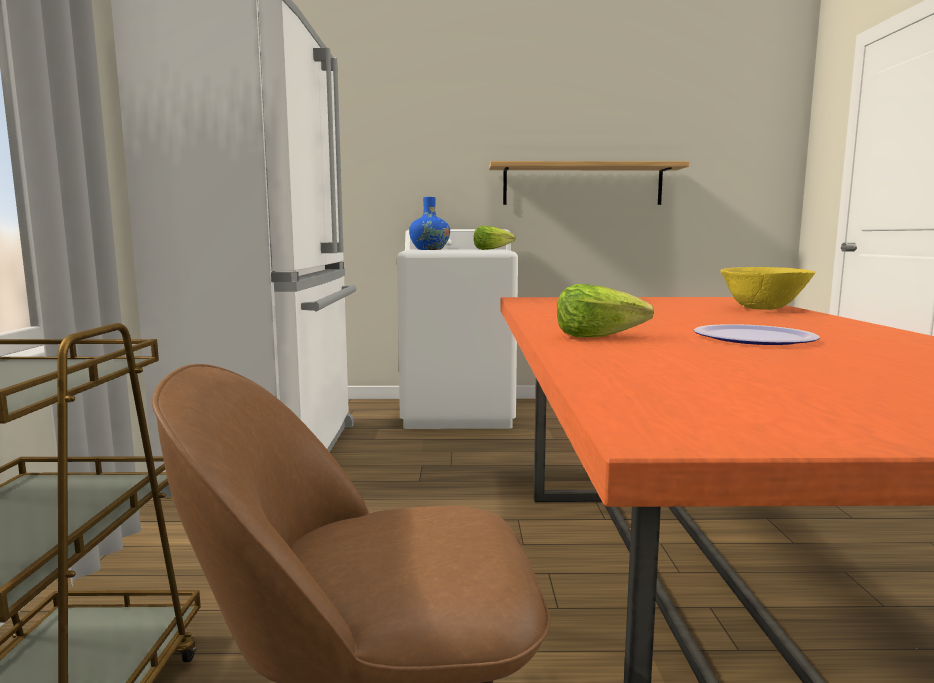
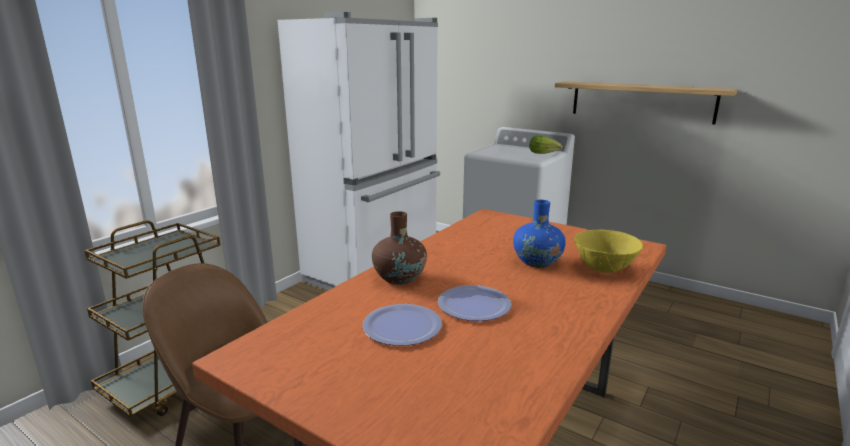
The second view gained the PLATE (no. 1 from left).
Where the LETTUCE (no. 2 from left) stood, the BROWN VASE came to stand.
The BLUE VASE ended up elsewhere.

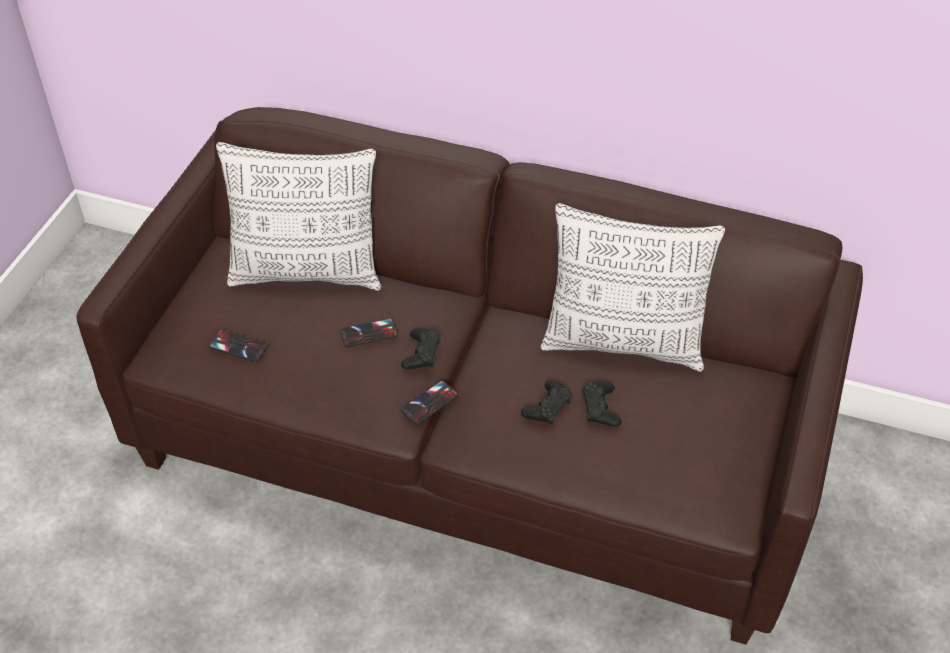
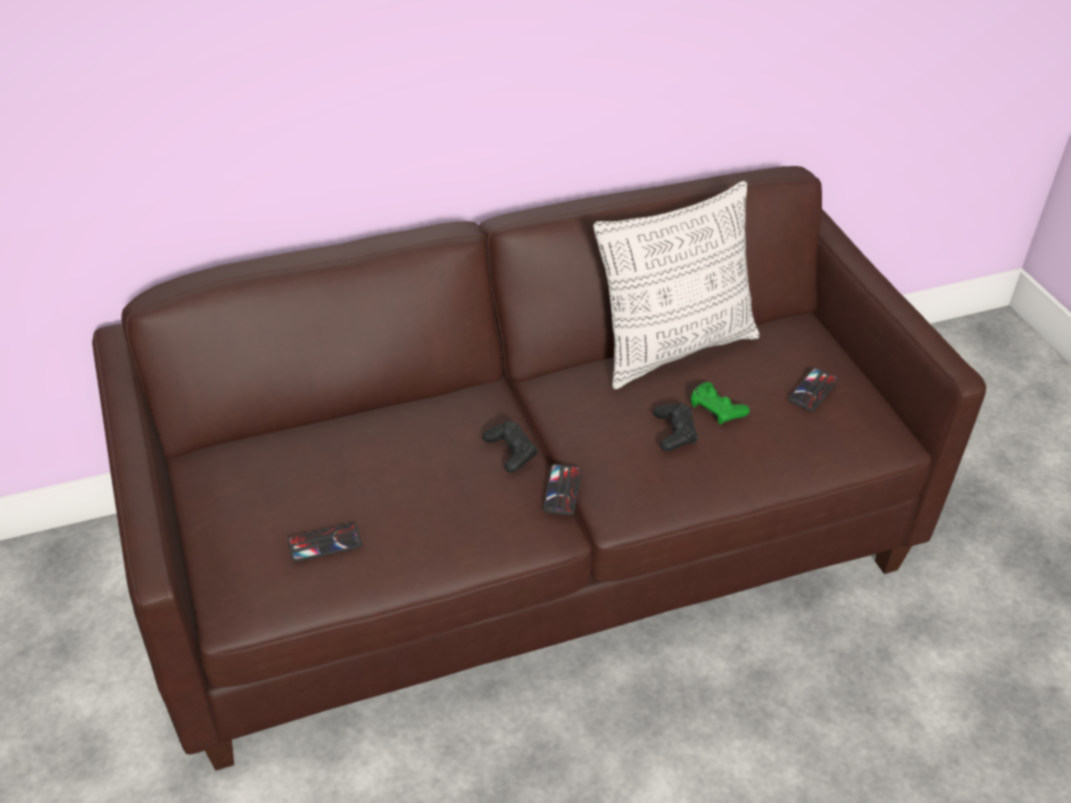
What was the BLACK GAME CONTROLLER (no. 3 from left) turned into the GREEN GAME CONTROLLER.
The PHONE (no. 2 from left in the first image) ended up elsewhere.
The second view lost the PILLOW (no. 1 from left).

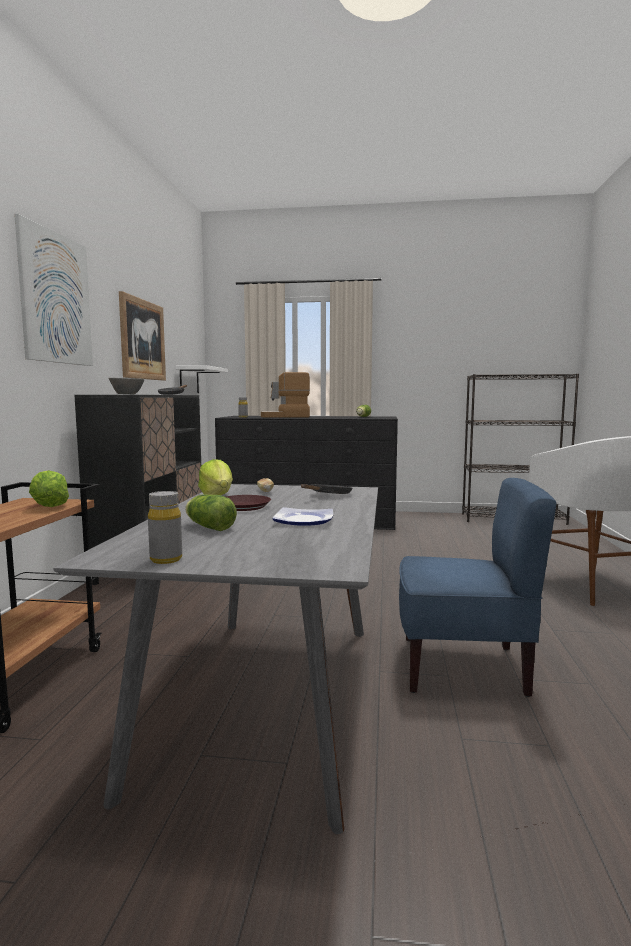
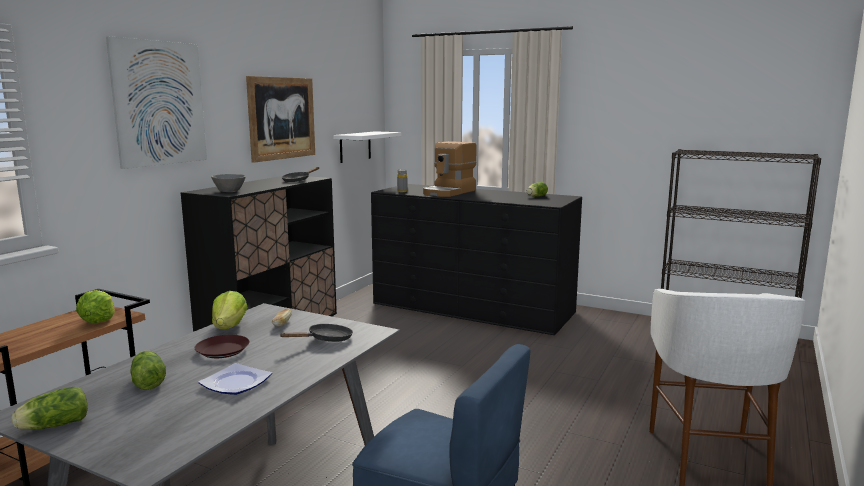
Where the GREY BOTTLE (no. 1 from left) stood, the LETTUCE (no. 1 from left) came to stand.
The COFFEE MACHINE ended up facing another way, 75 degrees counterclockwise from before.

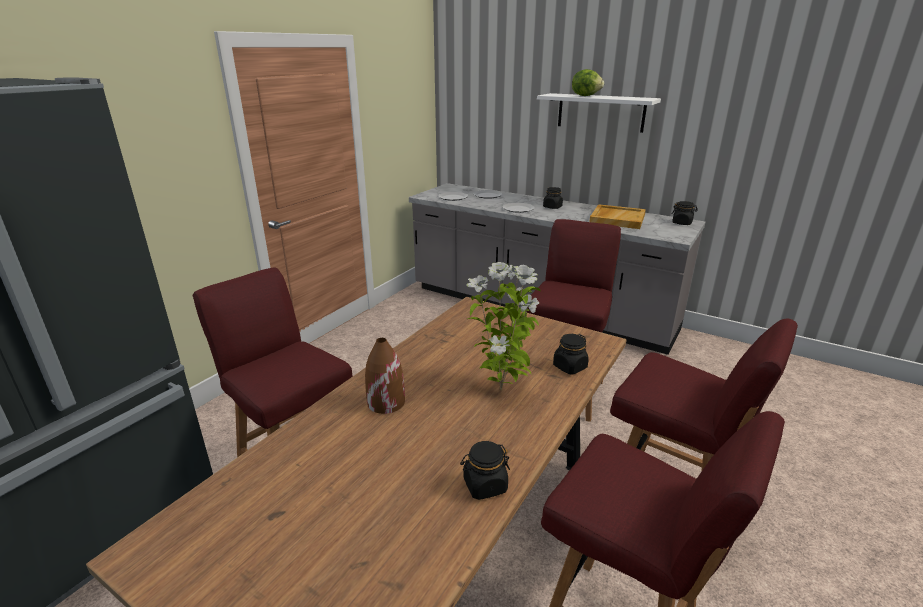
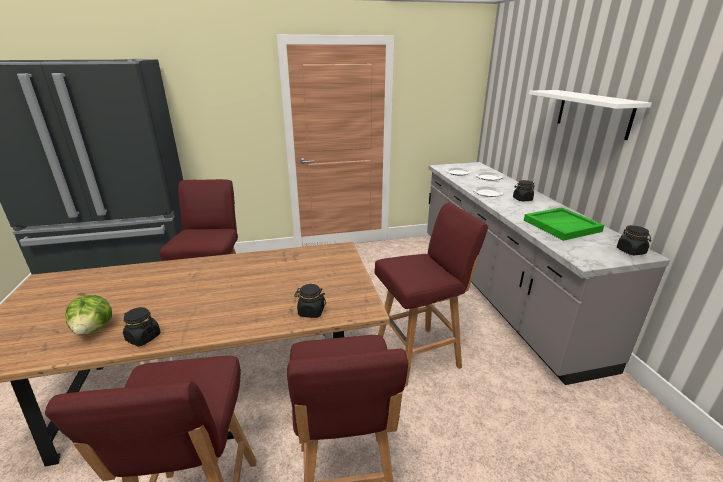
The LETTUCE ended up elsewhere.
What was the BEIGE TRAY turned into the GREEN TRAY.
The second view lost the BROWN VASE.
The second view lost the POTTED PLANT.

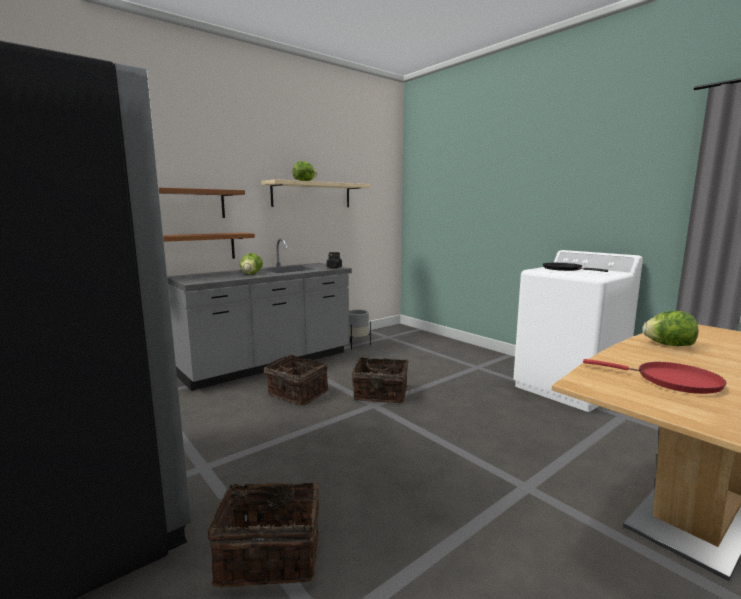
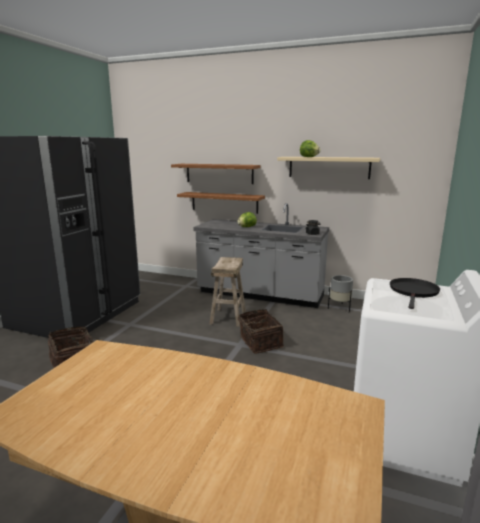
Where the BASKET (no. 2 from left) stood, the BEIGE STOOL came to stand.
The second view lost the RED FRYING PAN.
The second view lost the LETTUCE (no. 3 from left).

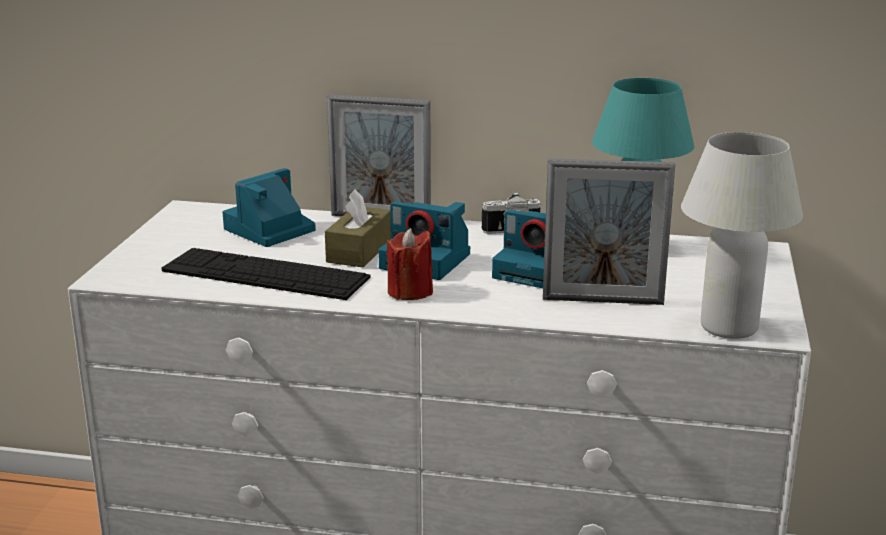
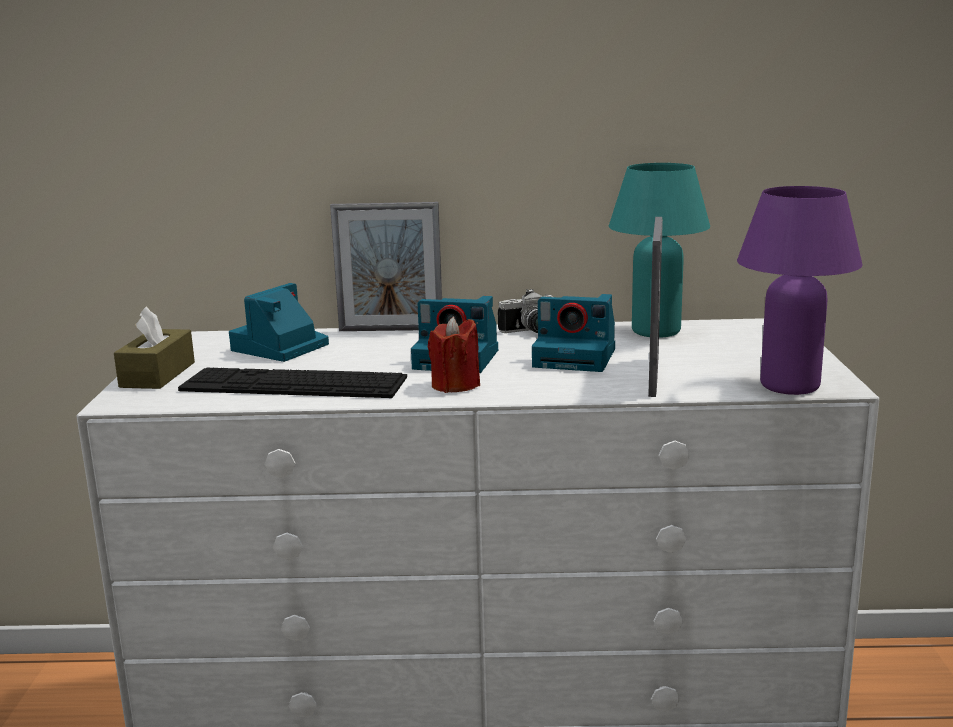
The BROWN TISSUE BOX ended up elsewhere.
The PICTURE FRAME (no. 2 from left) ended up facing another way, 75 degrees counterclockwise from before.
What was the WHITE TABLE LAMP turned into the PURPLE TABLE LAMP.

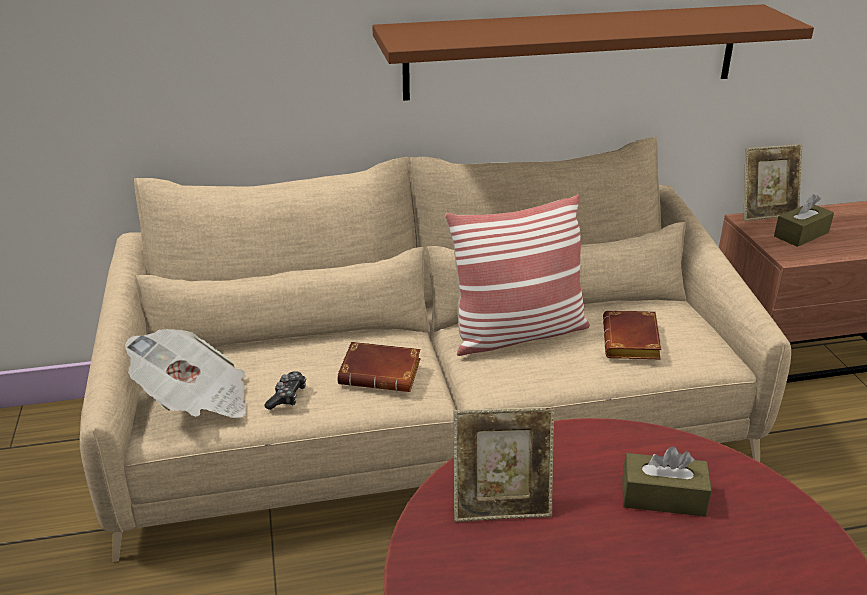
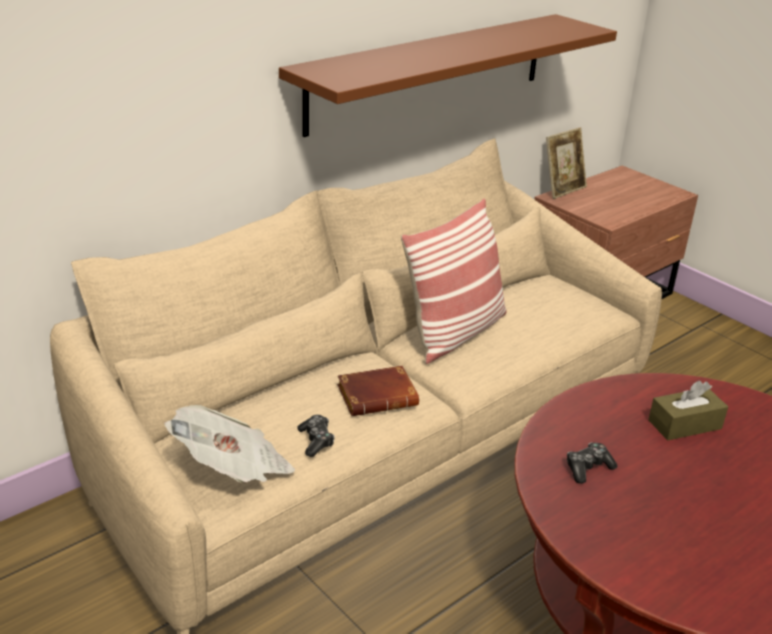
Where the PICTURE FRAME (no. 1 from left) stood, the GAME CONTROLLER (no. 2 from left) came to stand.
The second view lost the BROWN BOOK (no. 2 from left).
The second view lost the BROWN TISSUE BOX (no. 2 from left).

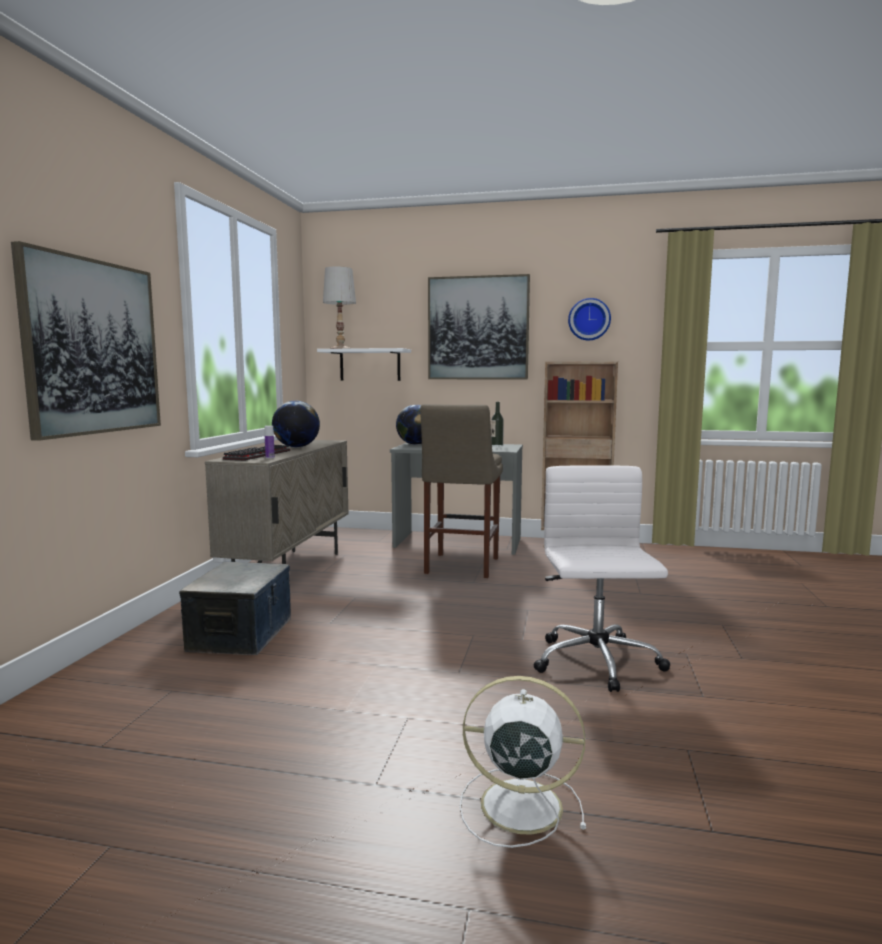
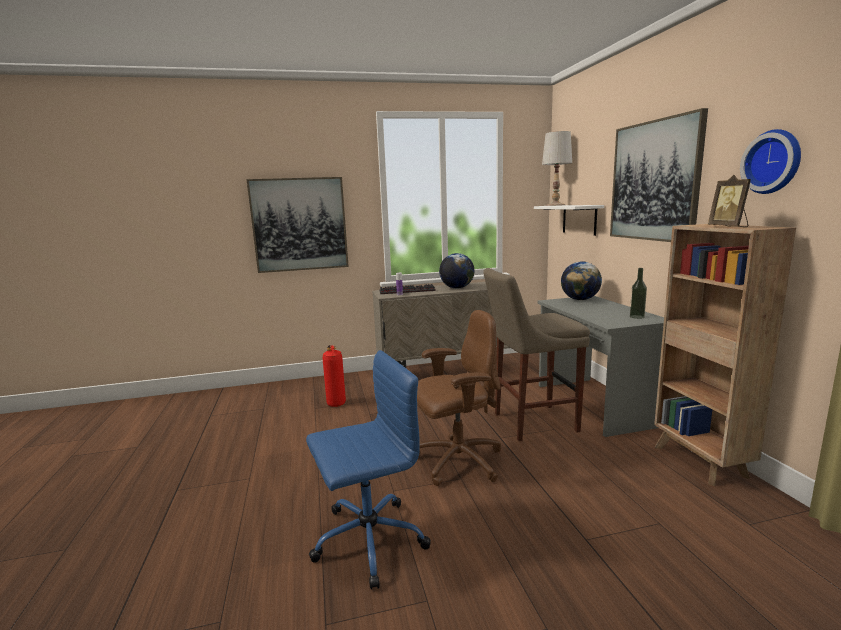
What was the WHITE OFFICE CHAIR turned into the BLUE OFFICE CHAIR.
Where the STORAGE BOX stood, the FIRE EXTINGUISHER came to stand.
The second view gained the BROWN OFFICE CHAIR.
The second view gained the PICTURE FRAME.
The second view lost the WHITE FAN.

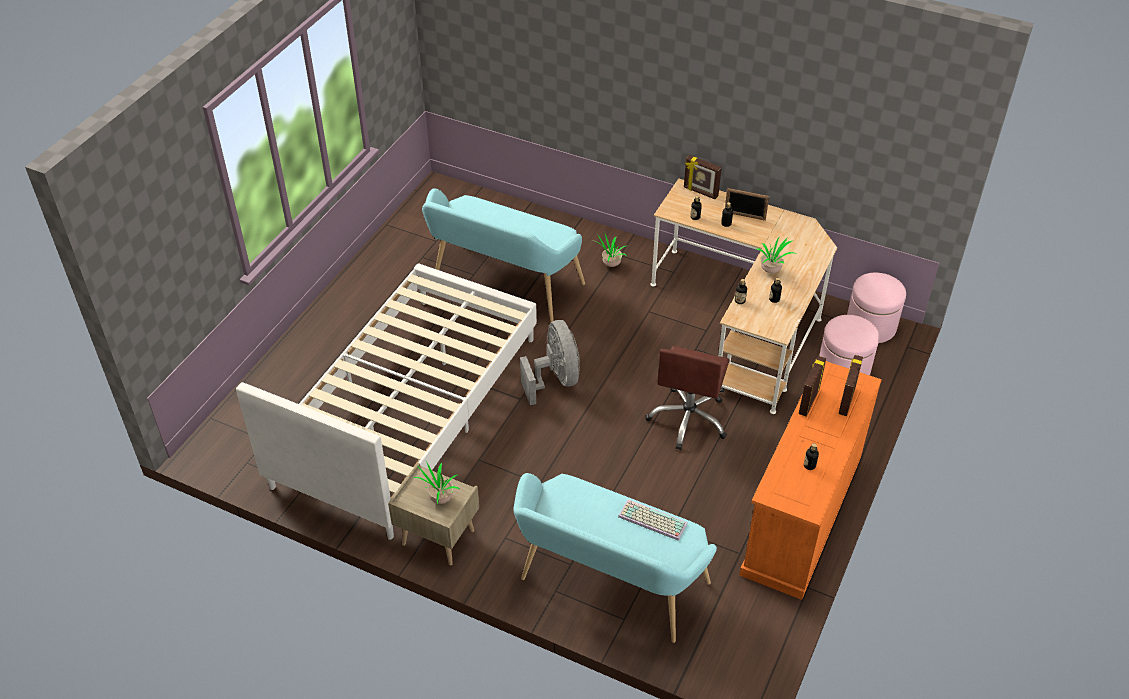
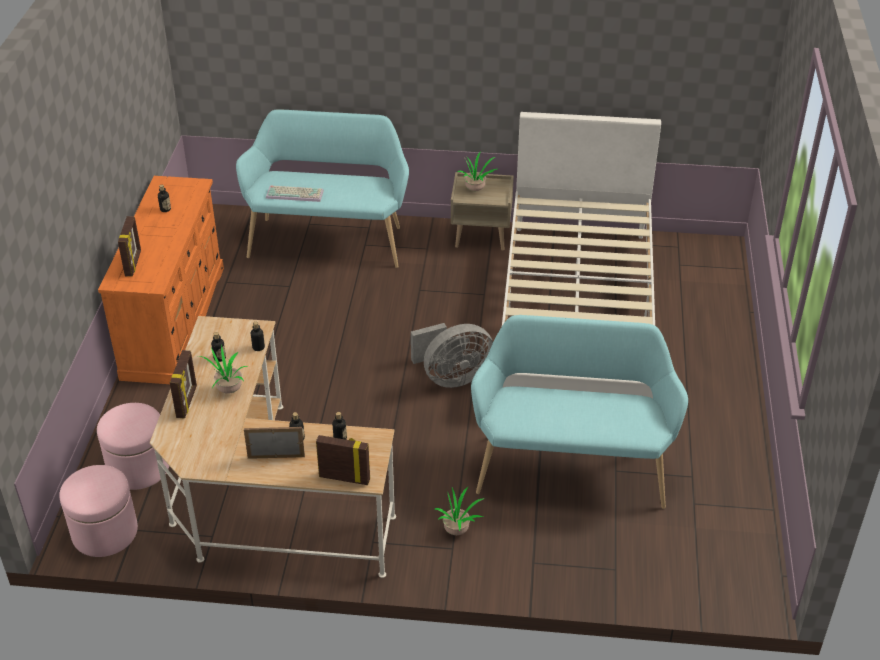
The PICTURE FRAME (no. 3 from left in the first image) ended up elsewhere.
The GREY FAN ended up facing another way, 75 degrees counterclockwise from before.
The second view lost the BROWN OFFICE CHAIR.

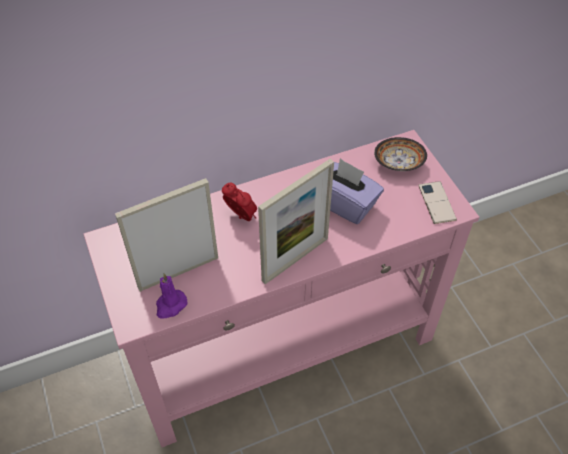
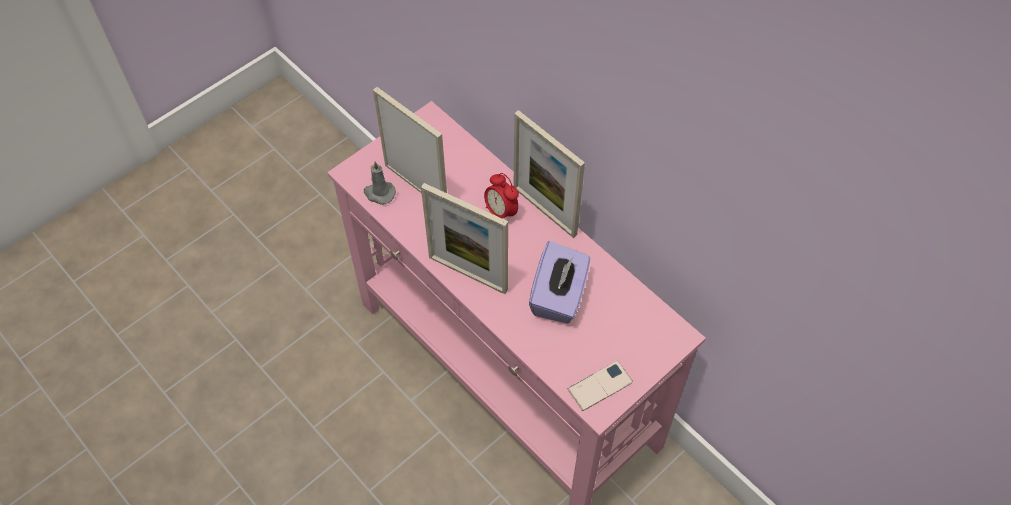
What was the PURPLE CANDLE turned into the GREY CANDLE.
The ALARM CLOCK ended up facing another way, 120 degrees clockwise from before.
The second view gained the PICTURE FRAME (no. 3 from left).
The second view lost the BOWL.

